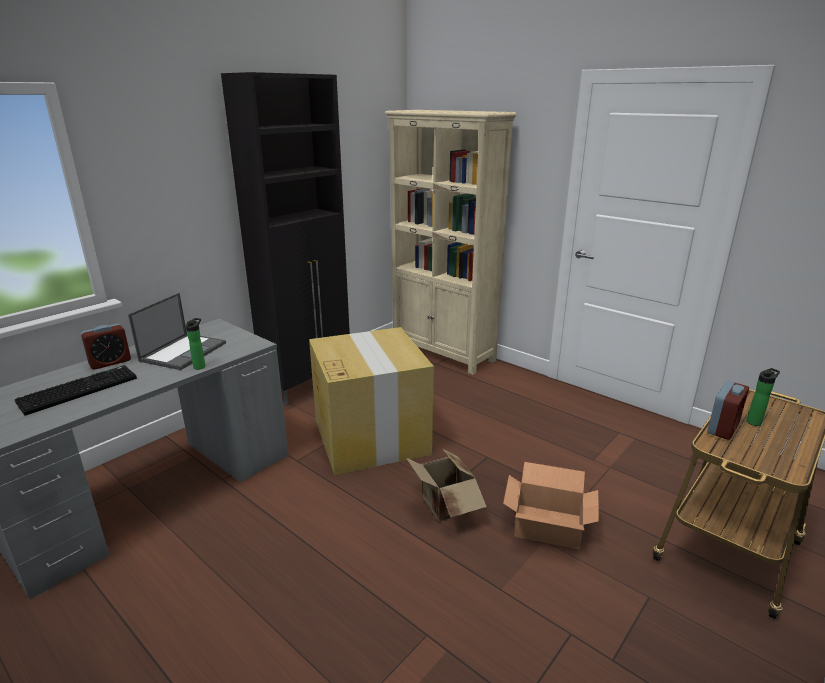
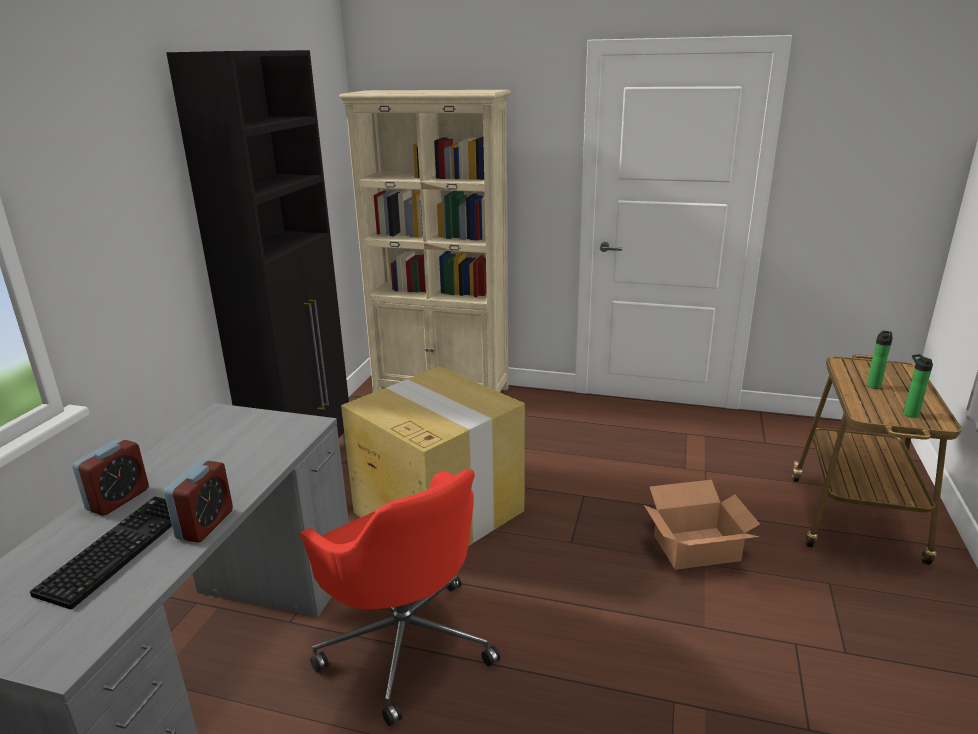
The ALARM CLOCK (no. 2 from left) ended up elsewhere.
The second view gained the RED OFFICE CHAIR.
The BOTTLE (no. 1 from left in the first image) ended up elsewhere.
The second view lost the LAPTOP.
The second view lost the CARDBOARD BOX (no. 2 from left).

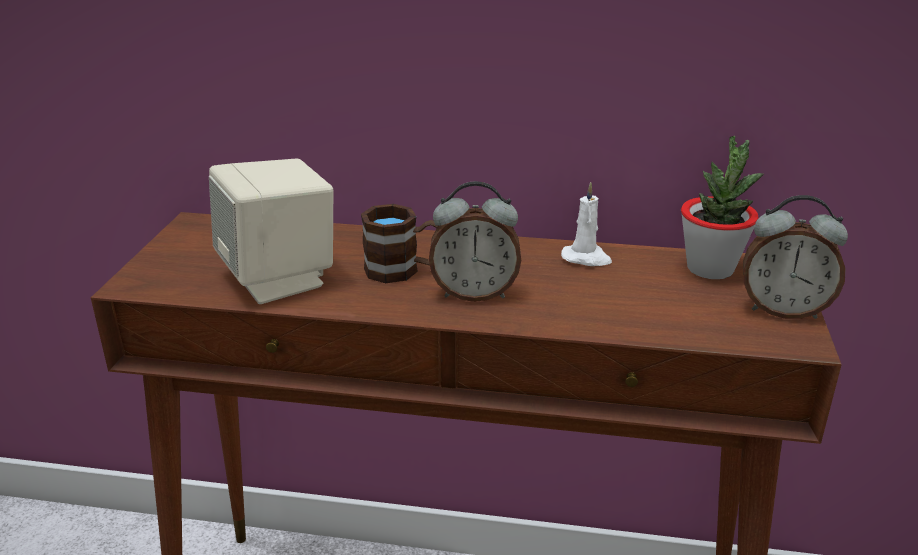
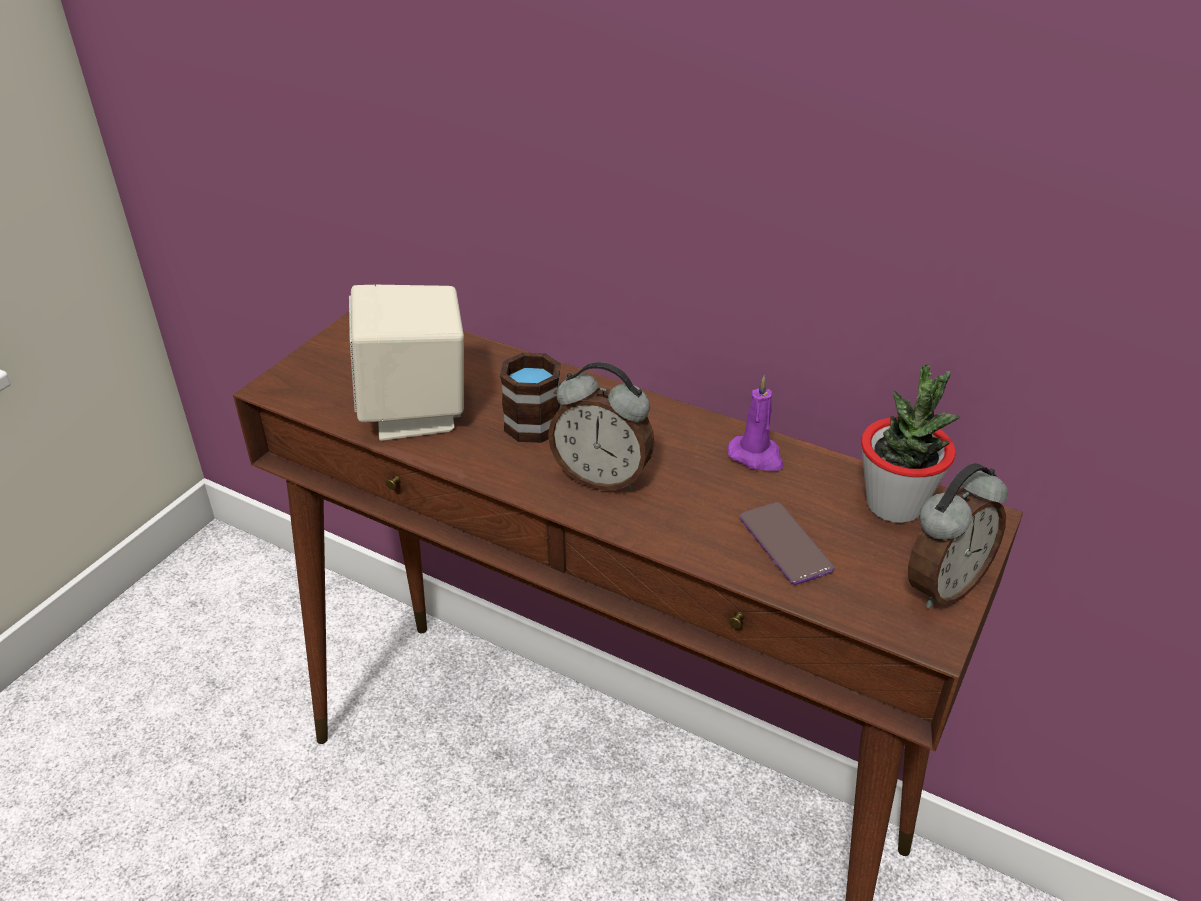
What was the WHITE CANDLE turned into the PURPLE CANDLE.
The second view gained the PHONE.
The ALARM CLOCK (no. 2 from left) ended up facing another way, 75 degrees counterclockwise from before.

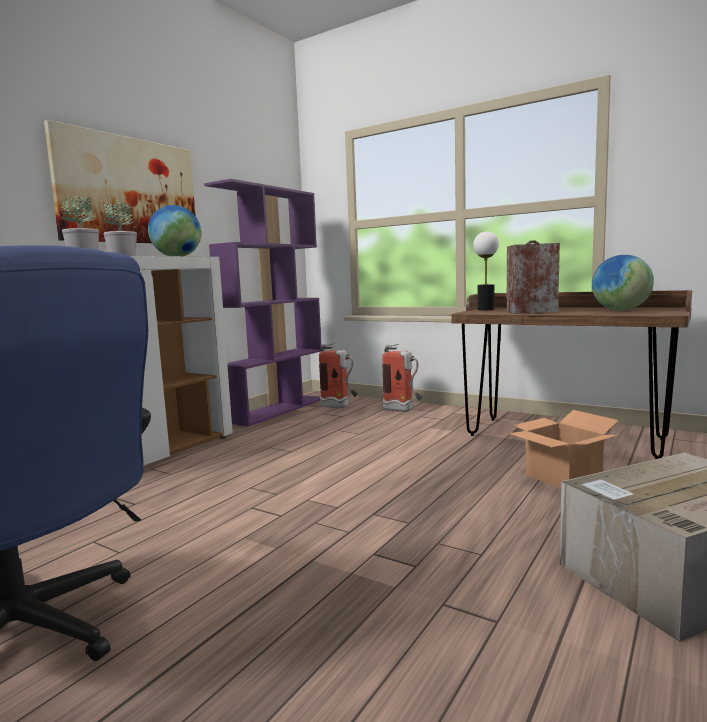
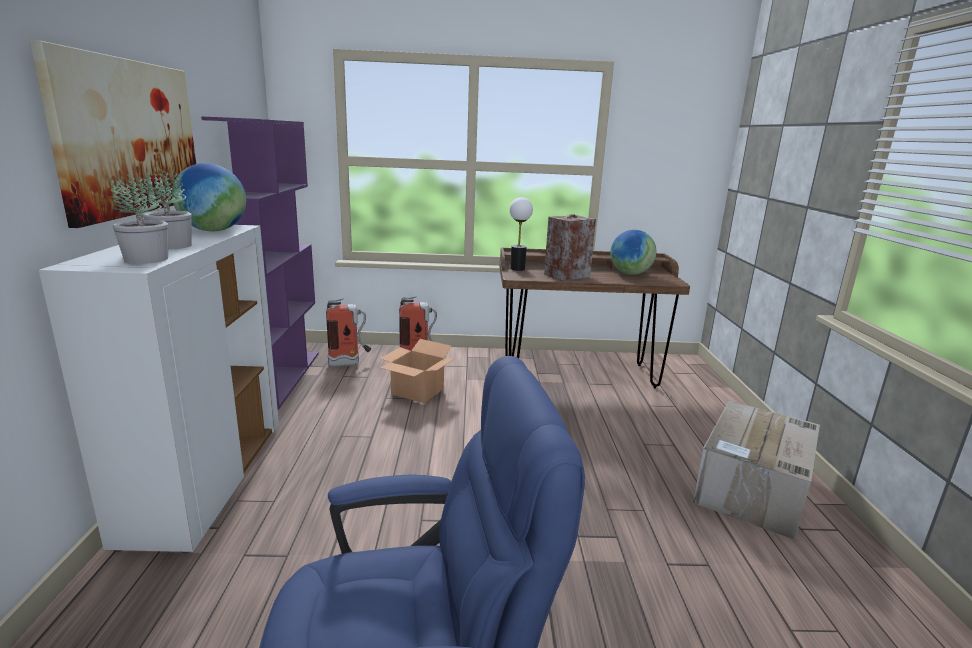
The CARDBOARD BOX (no. 1 from left) ended up elsewhere.

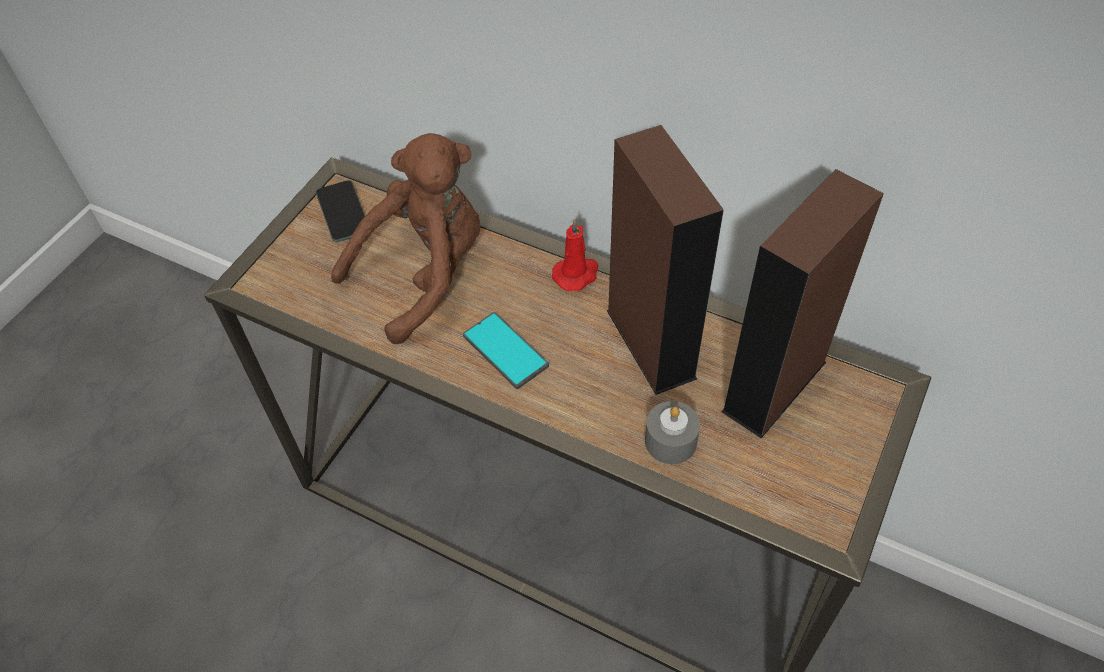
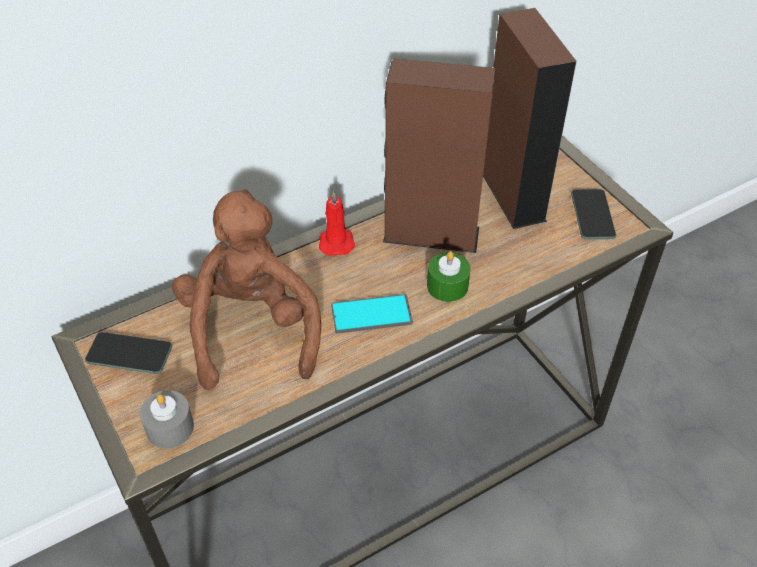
The GREY CANDLE ended up elsewhere.
The second view gained the GREEN CANDLE.
The second view gained the PHONE (no. 3 from left).

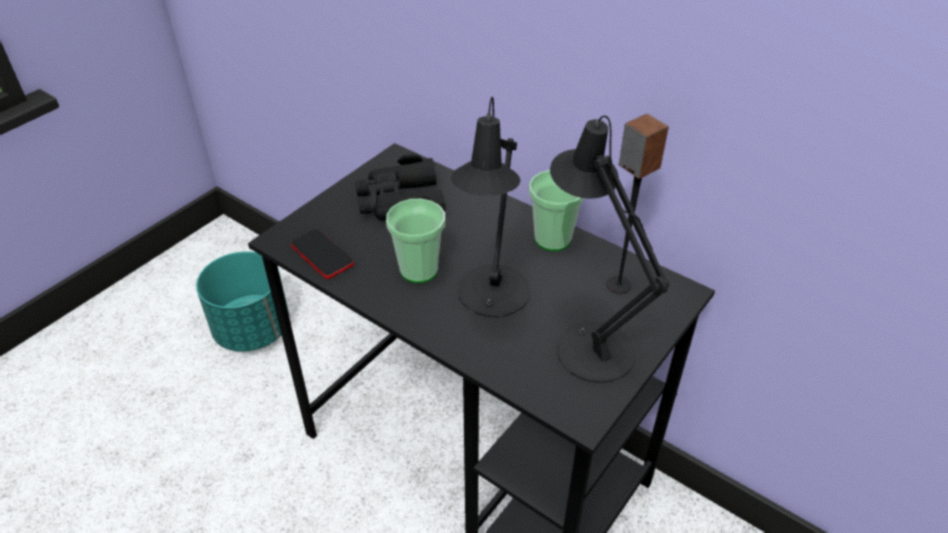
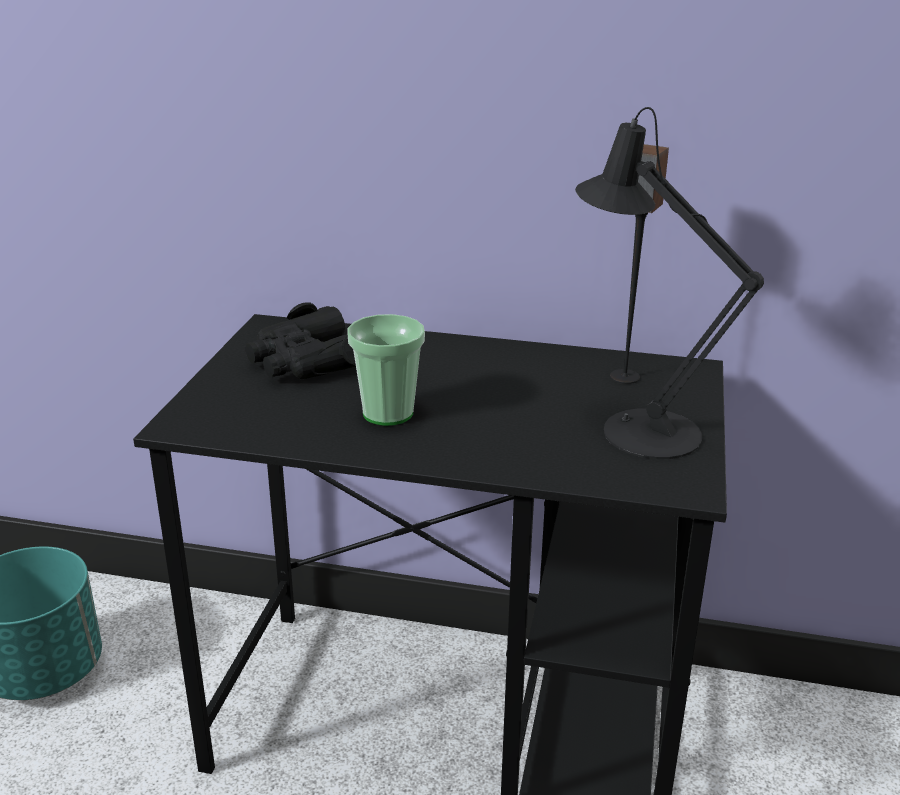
The second view lost the PHONE.
The second view lost the BLACK TABLE LAMP (no. 1 from left).
The second view lost the CUP (no. 2 from left).

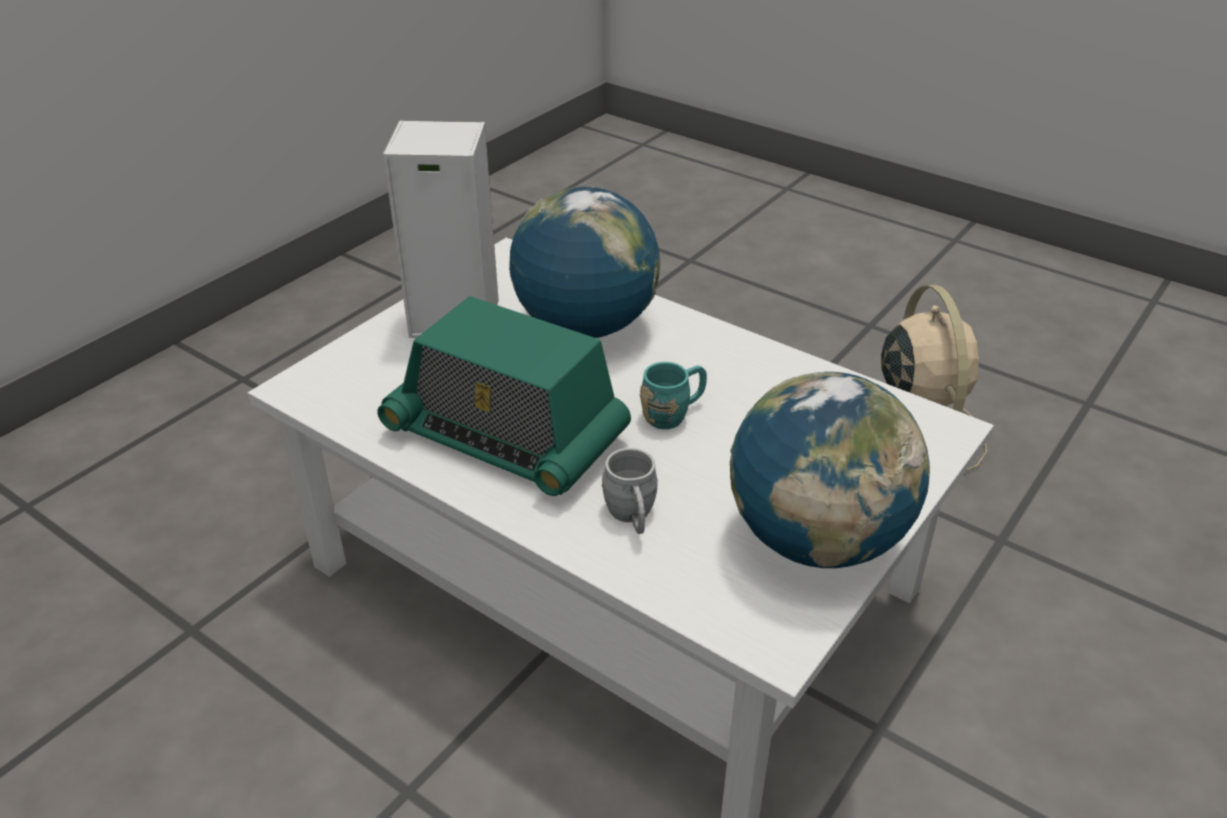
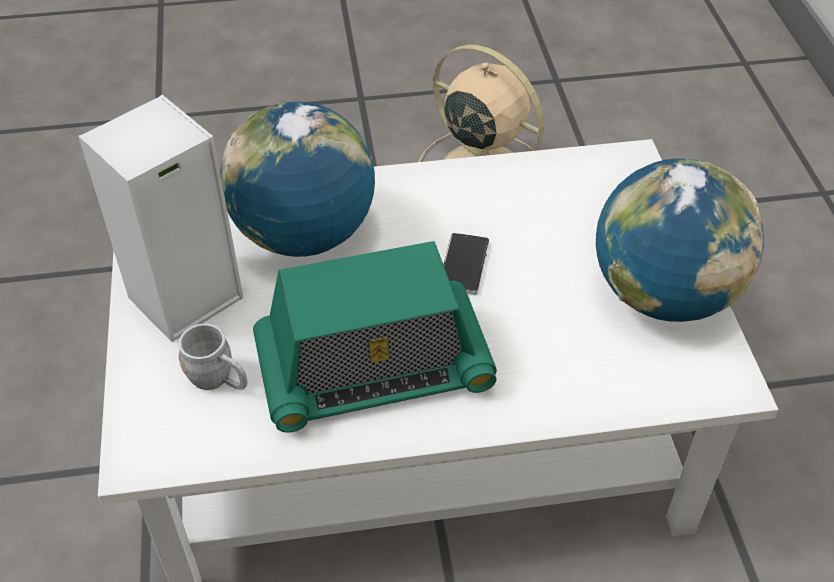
The GREY MUG ended up elsewhere.
Where the TURQUOISE MUG stood, the PHONE came to stand.

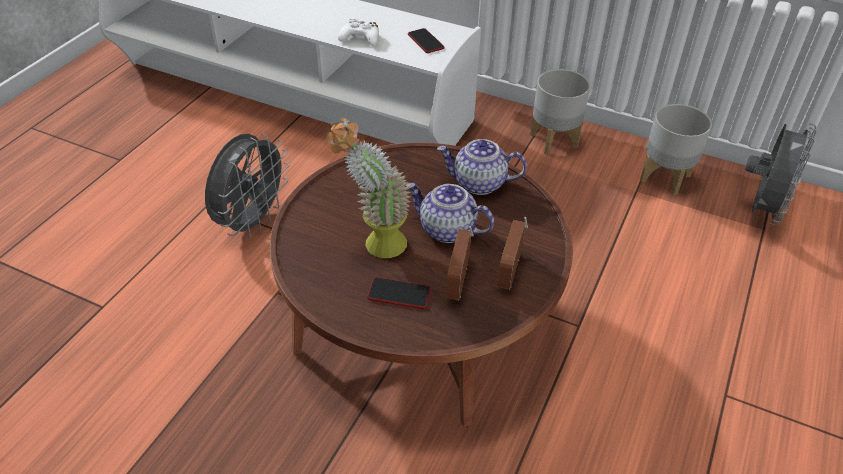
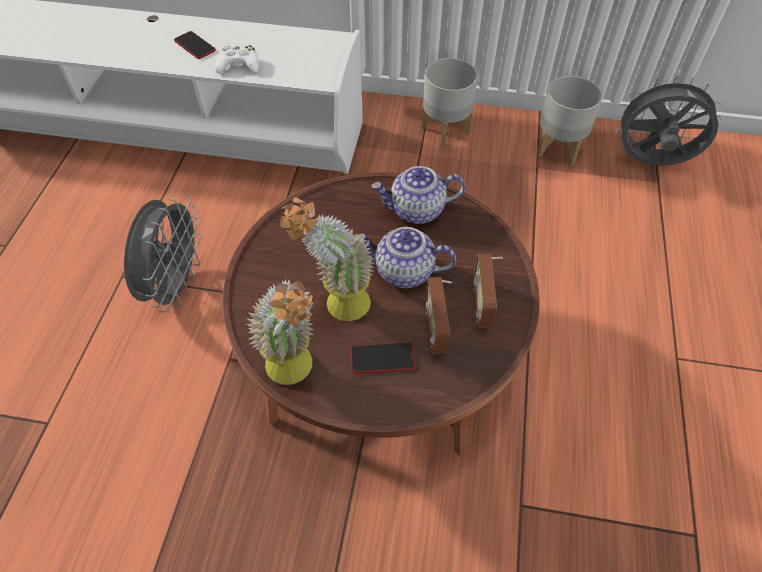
The PHONE (no. 2 from left in the first image) ended up elsewhere.
The second view gained the POTTED PLANT (no. 1 from left).
The GREY FAN (no. 2 from left) ended up facing another way, 90 degrees counterclockwise from before.

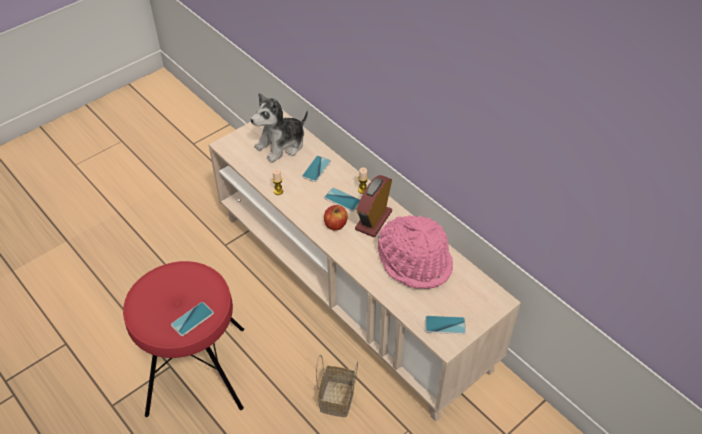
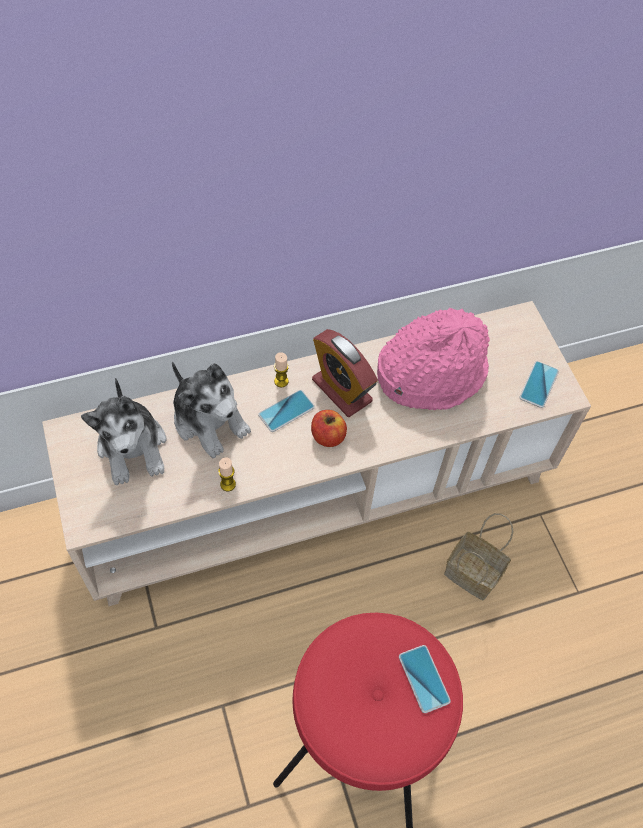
Where the PHONE (no. 2 from left) stood, the PLUSH TOY (no. 2 from left) came to stand.

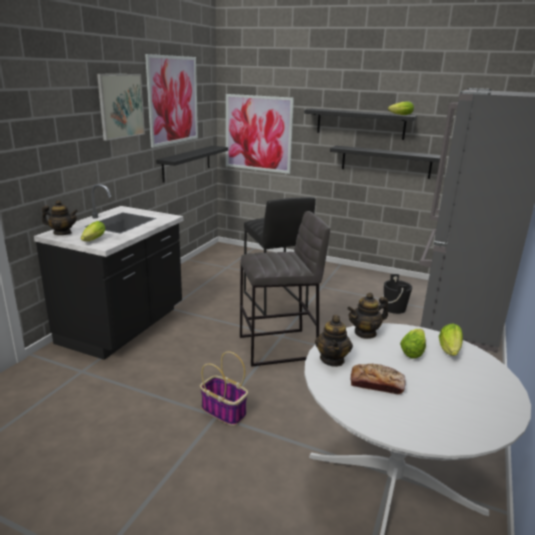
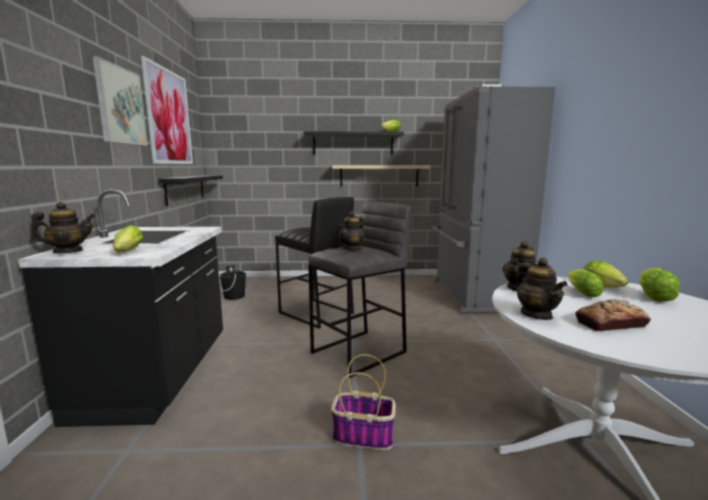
The BLACK BUCKET ended up elsewhere.
What was the BLACK SHELF (no. 3 from left) turned into the BEIGE SHELF.
The second view gained the TEAPOT (no. 2 from left).
The second view gained the LETTUCE (no. 5 from left).
The second view lost the PICTURE (no. 3 from left).

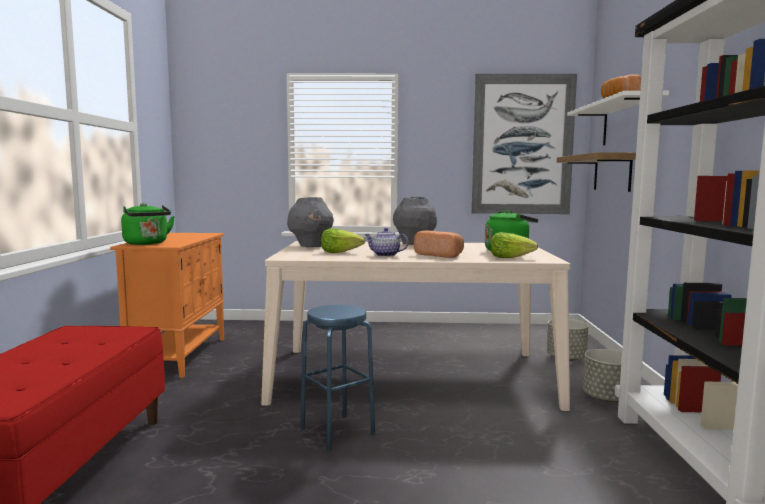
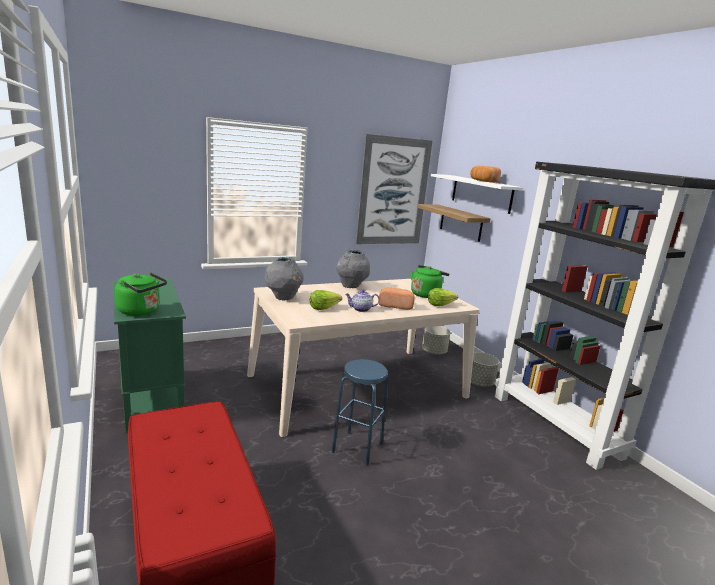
What was the ORANGE CABINET turned into the GREEN CABINET.

